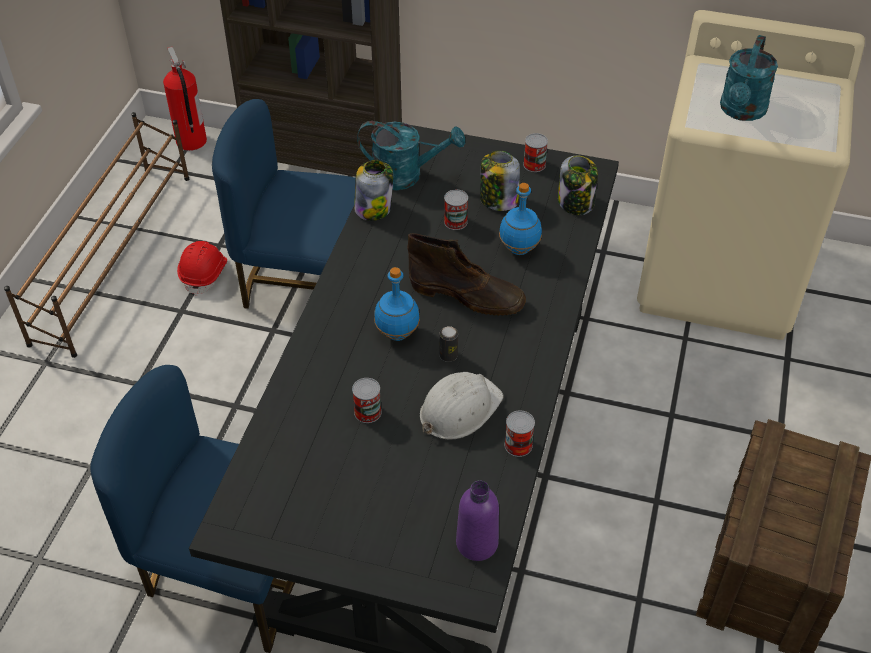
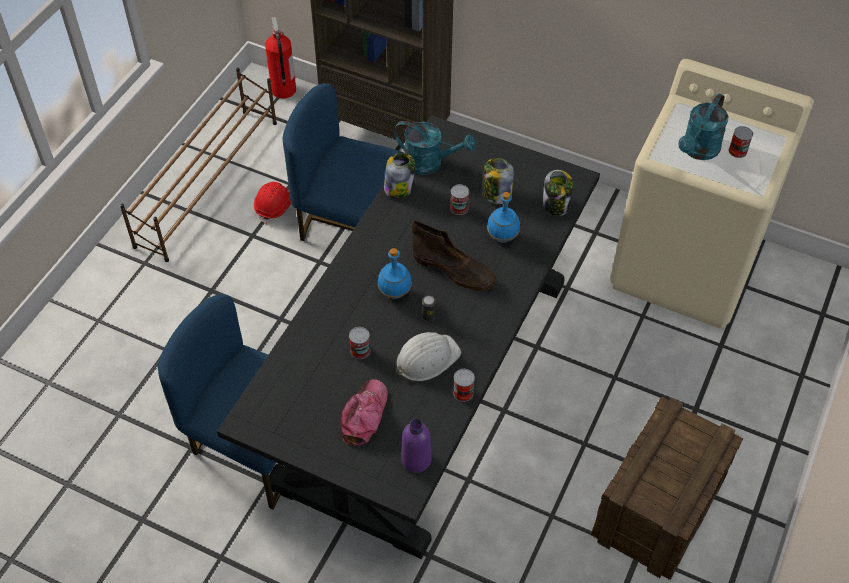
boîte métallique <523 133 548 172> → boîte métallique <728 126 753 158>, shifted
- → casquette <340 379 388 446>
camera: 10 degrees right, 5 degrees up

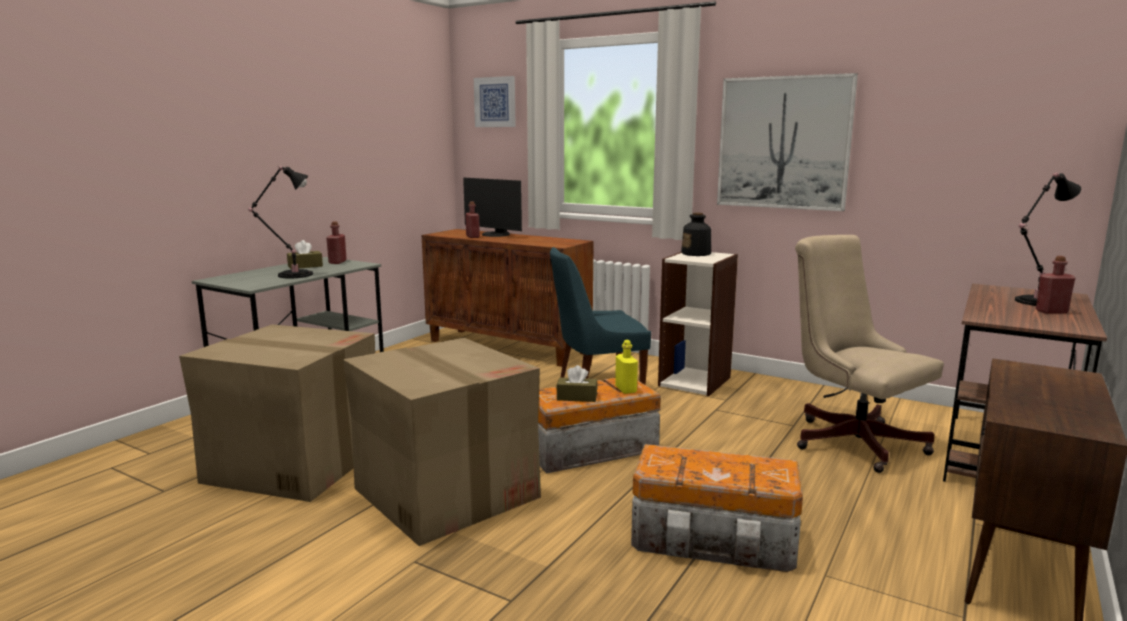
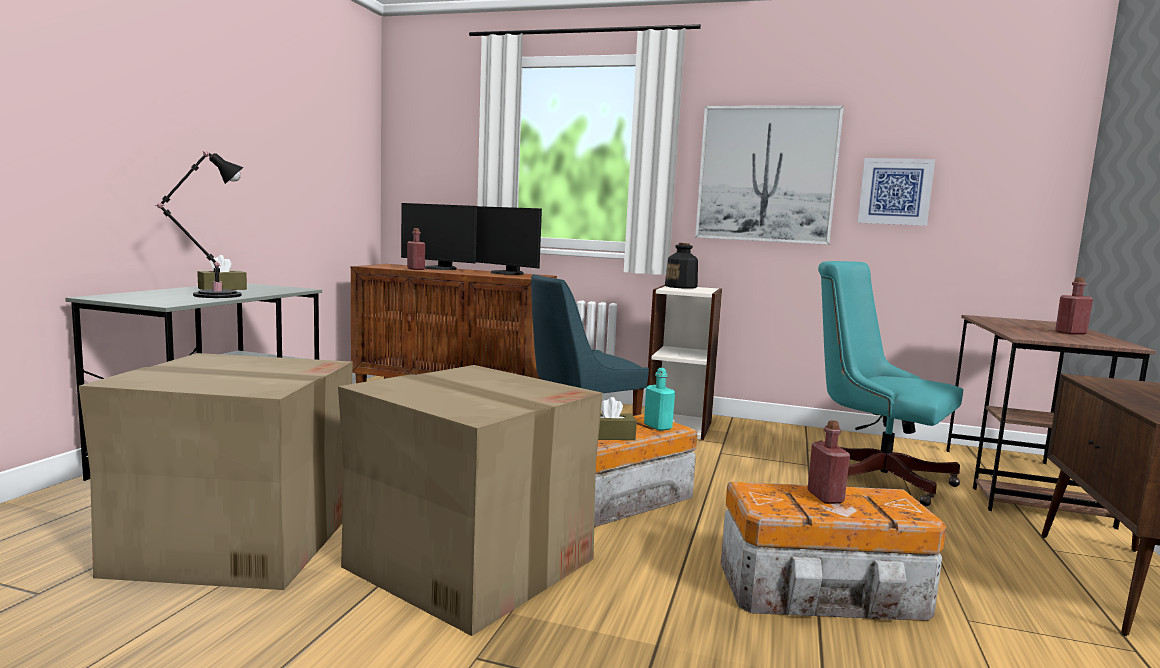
tableau <474 76 516 127> → tableau <857 158 935 226>, shifted
lampe de table/noir <1015 172 1081 306> → -
bouteille/rouge <326 221 347 264> → bouteille/rouge <808 420 850 504>, shifted
chaise de bureau/beige <795 235 944 473> → chaise de bureau/turquoise <818 261 963 506>
bouteille/jaune <615 340 638 394> → bouteille/turquoise <644 368 675 431>
- → écran d'ordinateur <476 206 542 275>
camera: 15 degrees left, 5 degrees down

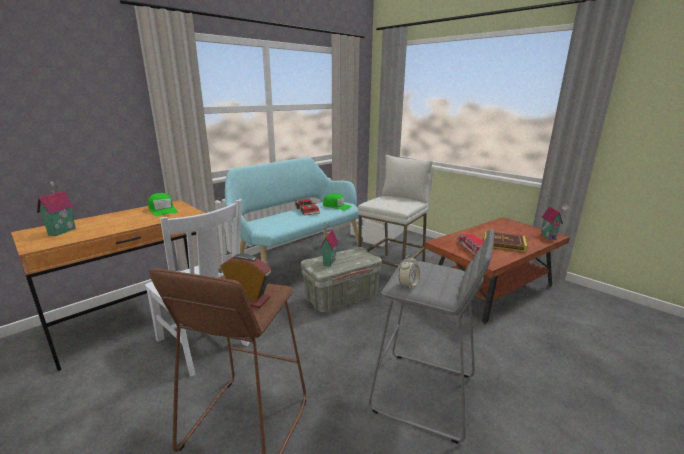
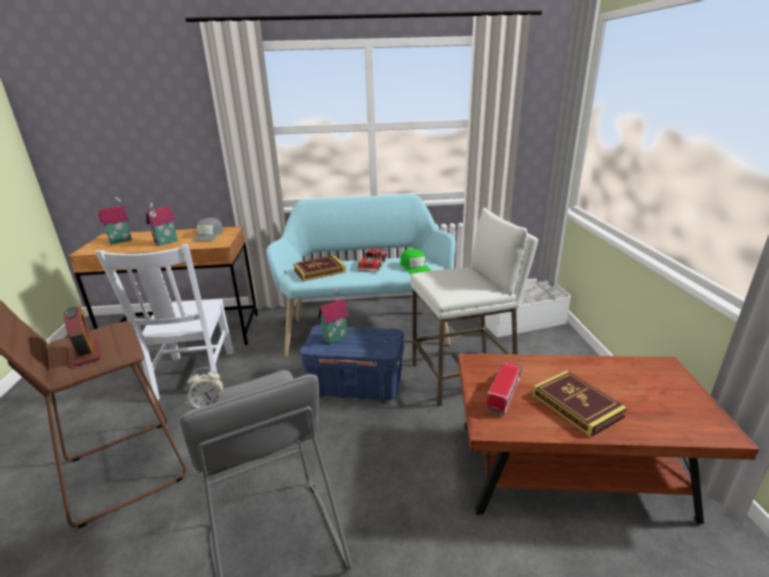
casquette/vert <148 193 178 216> → casquette/gris <192 218 224 242>
maison miniature <541 204 569 240> → maison miniature <146 202 178 246>, shifted
boîte de rangement/gris <301 247 382 313> → boîte de rangement/bleu <300 325 404 402>
- → livre <293 255 346 281>
camera: 40 degrees right, 5 degrees up

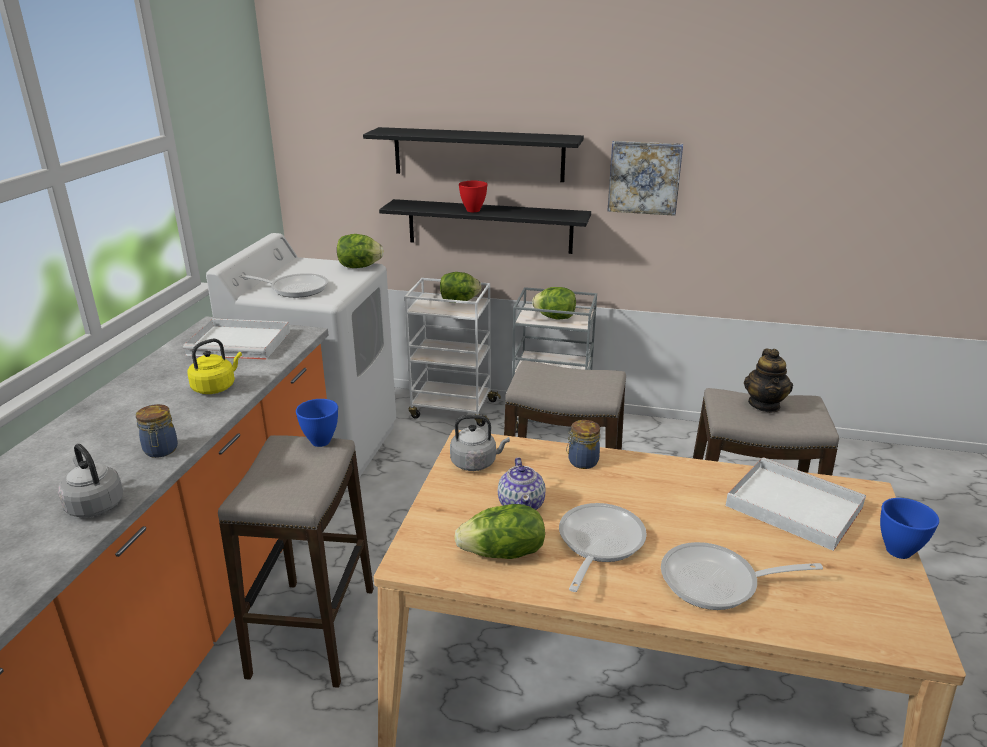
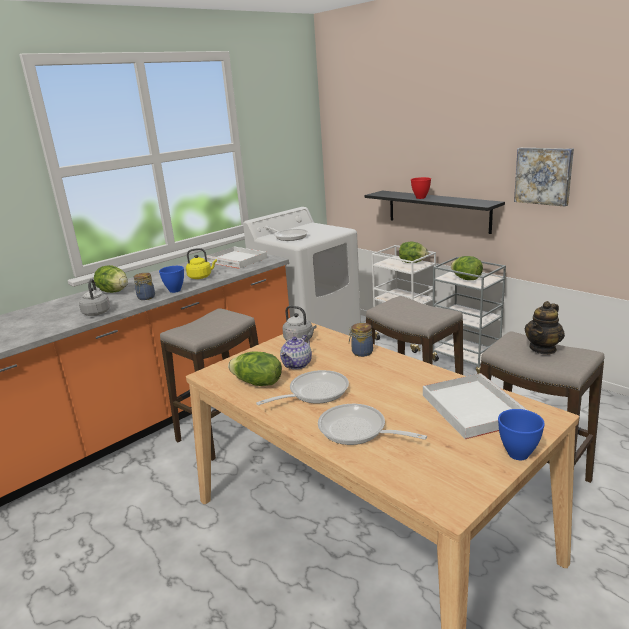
étagère/noir <363 127 584 182> → -
laitue <337 234 384 268> → laitue <94 265 128 293>, shifted
bol/bleu <296 399 338 447> → bol/bleu <159 266 184 293>, shifted
camera: 35 degrees right, 5 degrees down

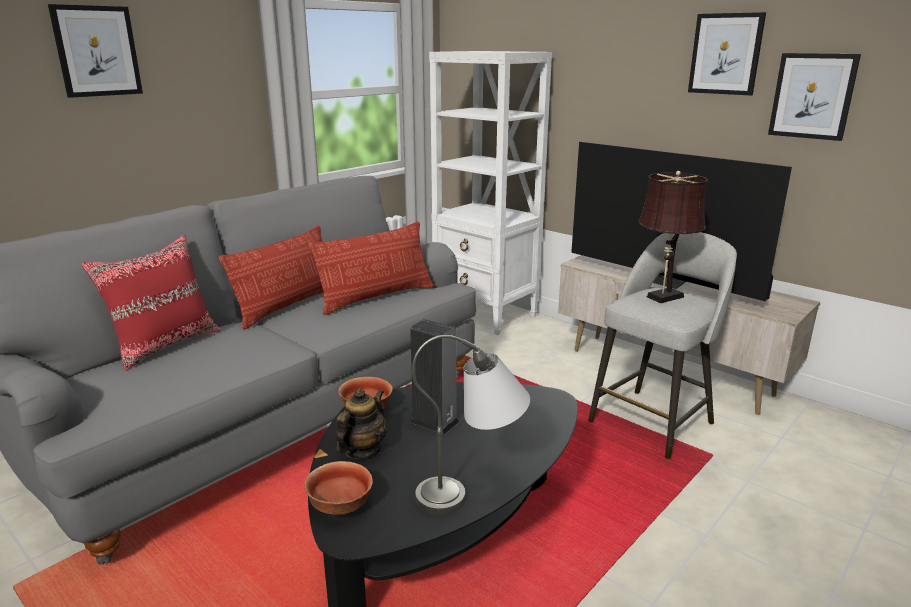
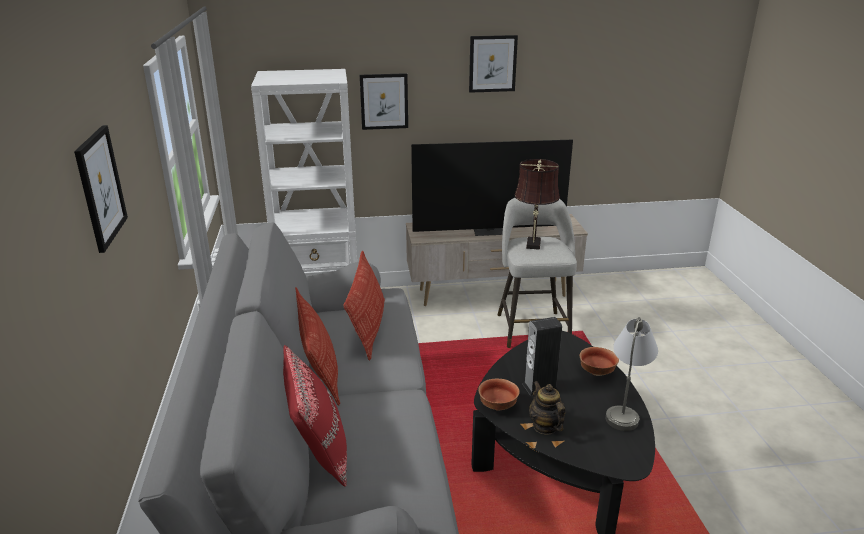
tableau <768 53 861 141> → tableau <360 73 408 130>, shifted
bol <304 461 373 515> → bol <580 347 619 376>, shifted
camera: 50 degrees left, 5 degrees up

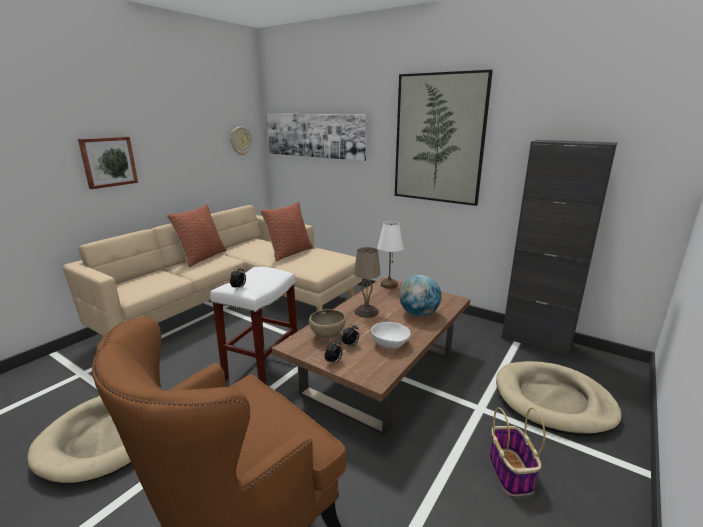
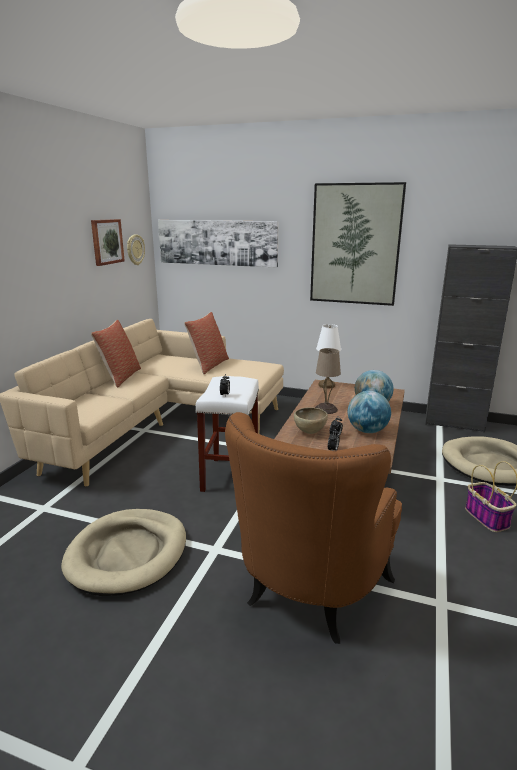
tableau <78 137 138 189> → tableau <91 219 125 266>, shifted
bol/blanc <371 322 410 348> → globe <348 391 391 433>
camera: 15 degrees left, 0 degrees up

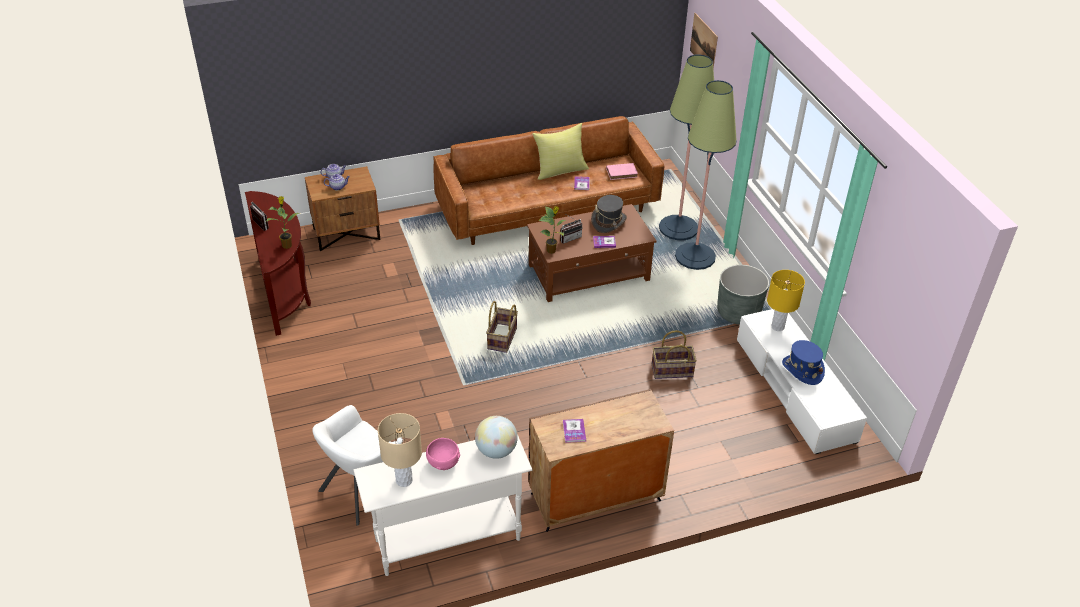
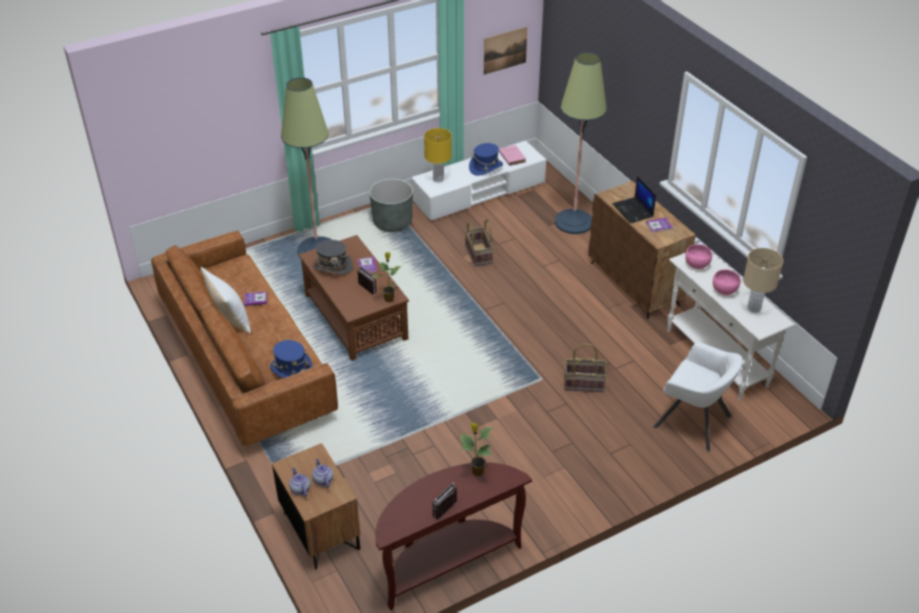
tableau <690 13 718 69> → tableau <484 27 527 75>, shifted
lampadaire <659 54 714 240> → lampadaire <555 52 607 234>, shifted
coussin/jaune <532 123 589 180> → coussin/blanc <201 267 251 334>
livre/rose <606 163 638 180> → livre/rose <499 145 526 166>, shifted
panier <486 301 518 353> → panier <564 344 607 392>, shifted
globe <475 416 518 459> → bol/rose <685 244 712 269>
- → ordinateur portable <612 176 656 223>
- → chapeau/bleu <270 340 312 378>
camera: 100 degrees left, 0 degrees up

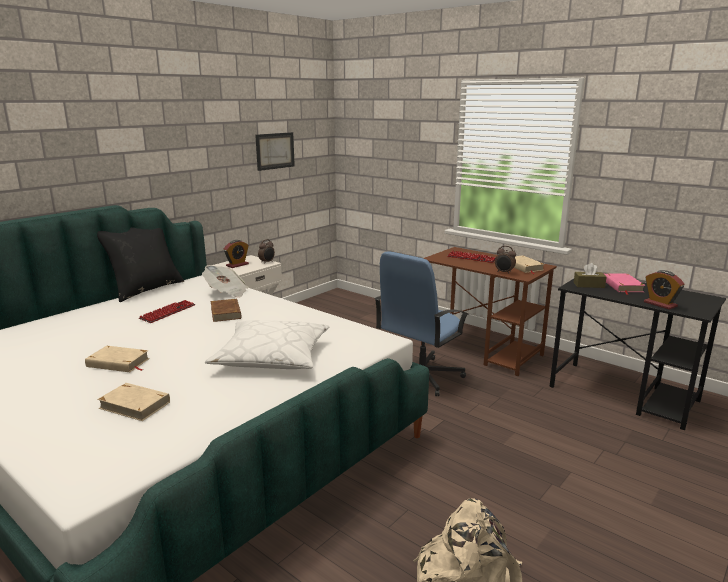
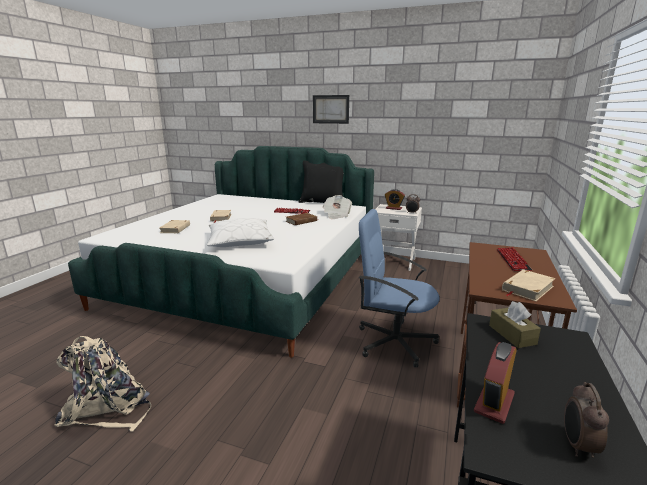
tableau <255 132 295 171> → tableau <313 95 349 124>, shifted
réveil <495 246 516 274> → réveil <564 382 609 458>, shifted
livre/rose <604 274 646 295> → -
camera: 70 degrees right, 0 degrees up

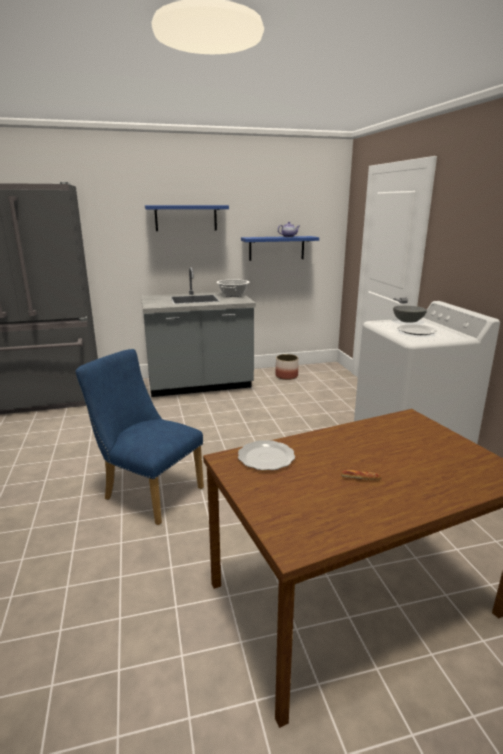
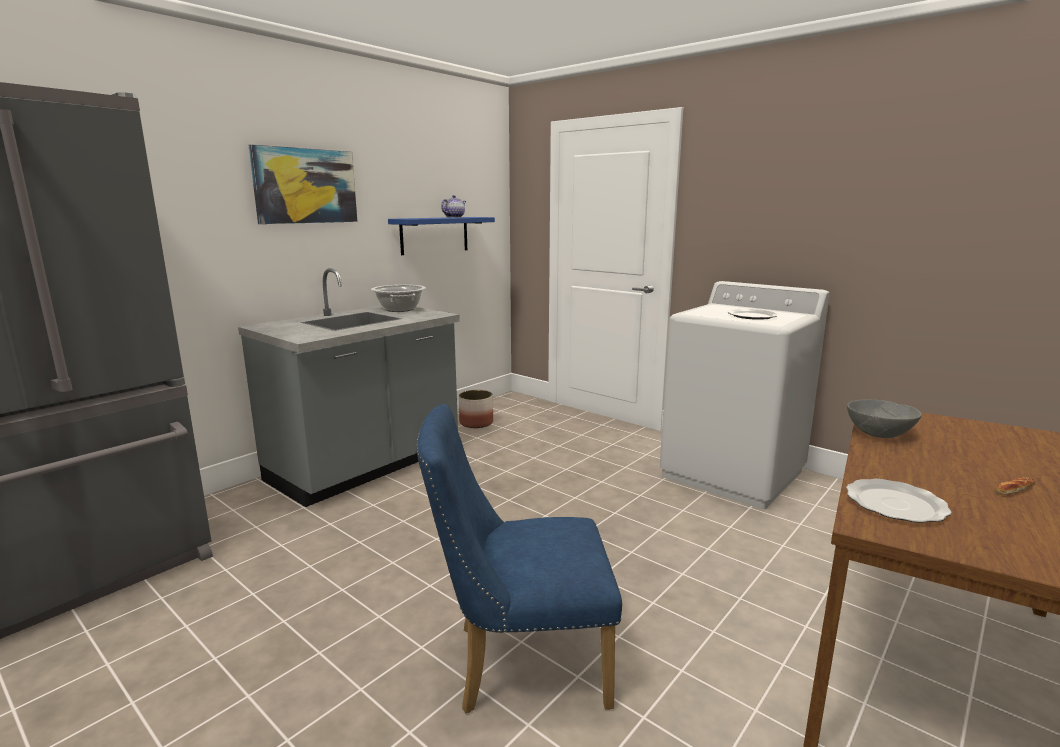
étagère/bleu <145 205 229 231> → tableau <248 145 357 224>
bol/gris <393 305 427 323> → bol/gris <847 399 922 438>, shifted
camera: 35 degrees left, 5 degrees down

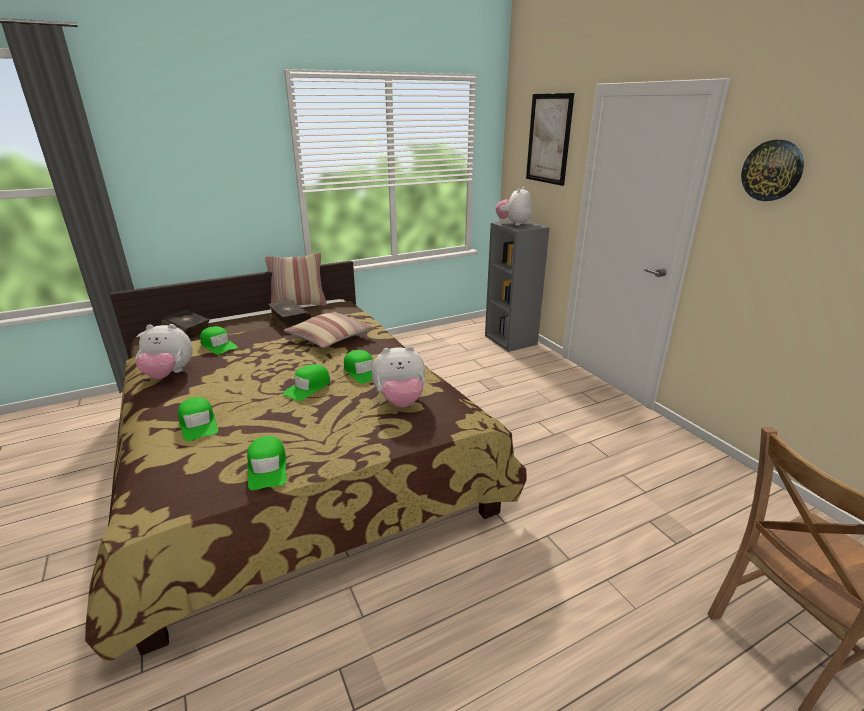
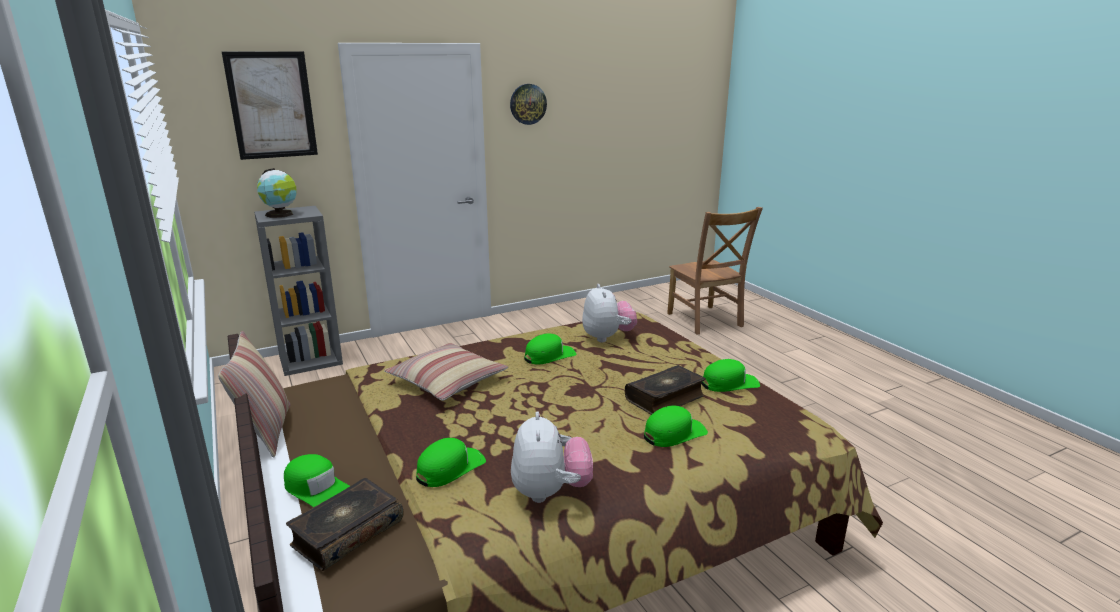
peluche <496 187 532 226> → globe <257 168 297 218>
livre <268 300 311 329> → livre <625 365 706 415>, shifted
casquette/vert <283 364 330 401> → casquette/vert <284 454 350 507>, shifted
camera: 90 degrees left, 5 degrees down

